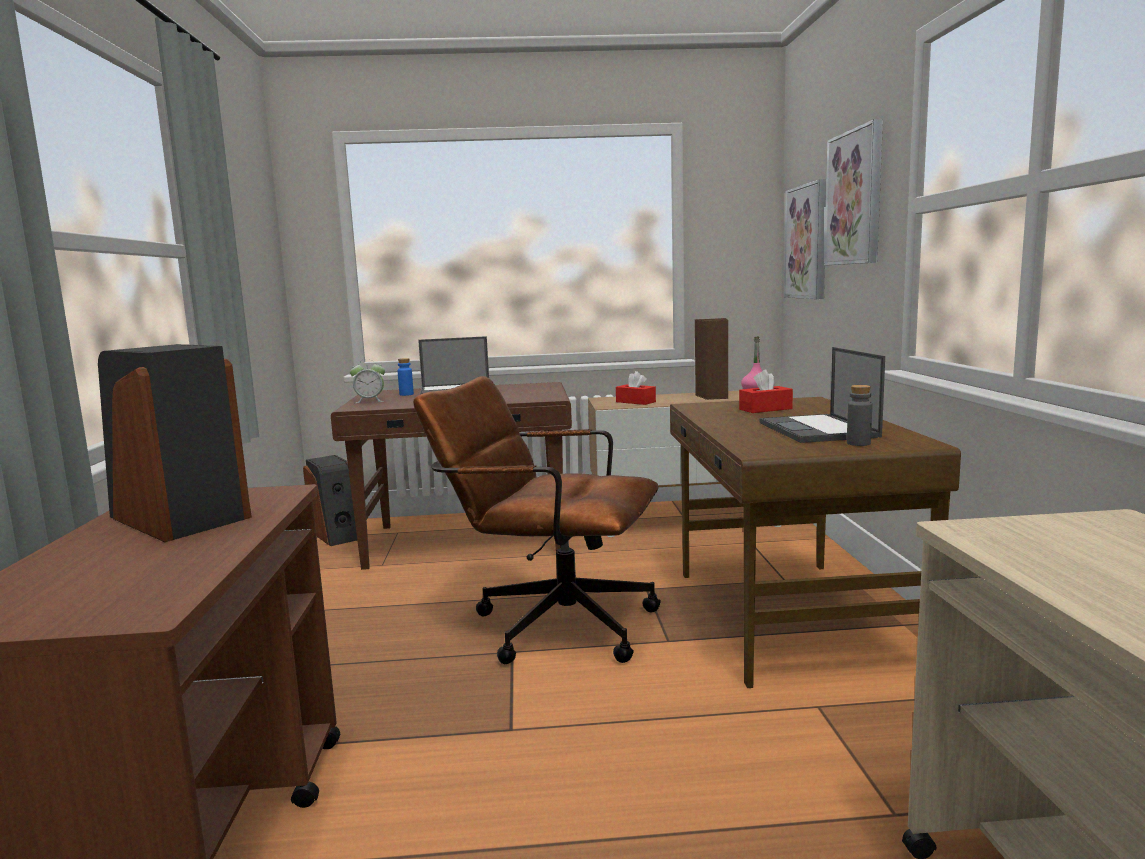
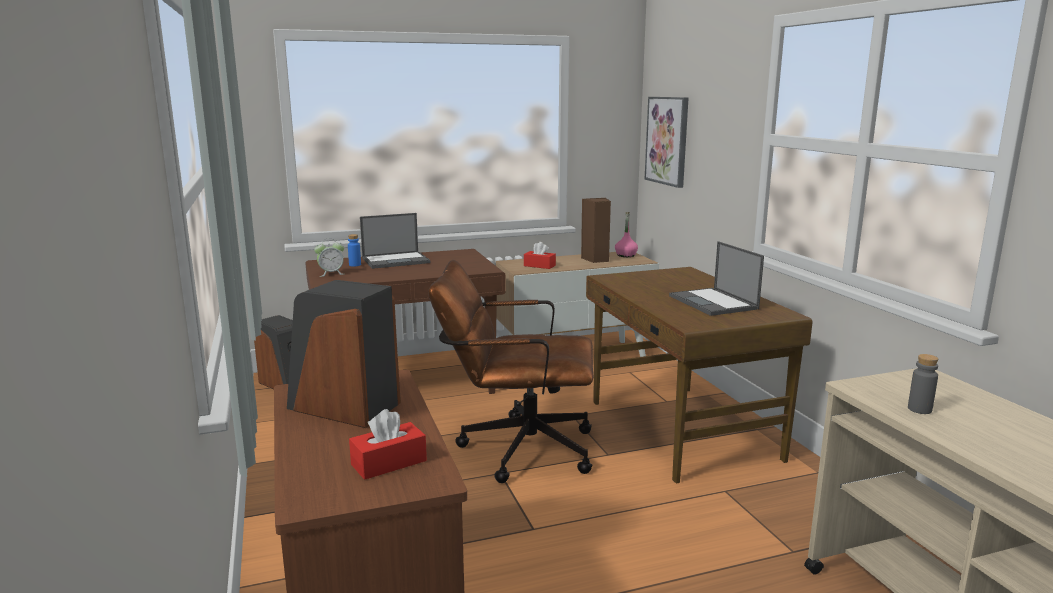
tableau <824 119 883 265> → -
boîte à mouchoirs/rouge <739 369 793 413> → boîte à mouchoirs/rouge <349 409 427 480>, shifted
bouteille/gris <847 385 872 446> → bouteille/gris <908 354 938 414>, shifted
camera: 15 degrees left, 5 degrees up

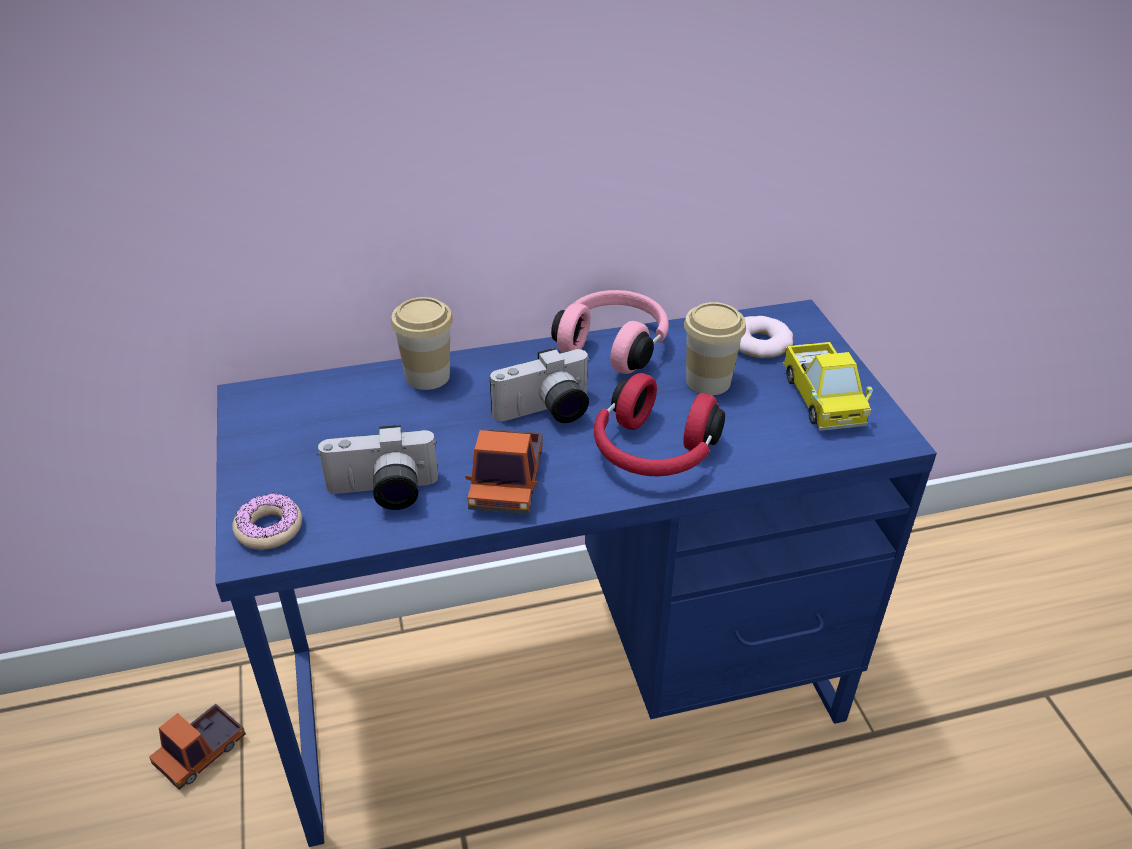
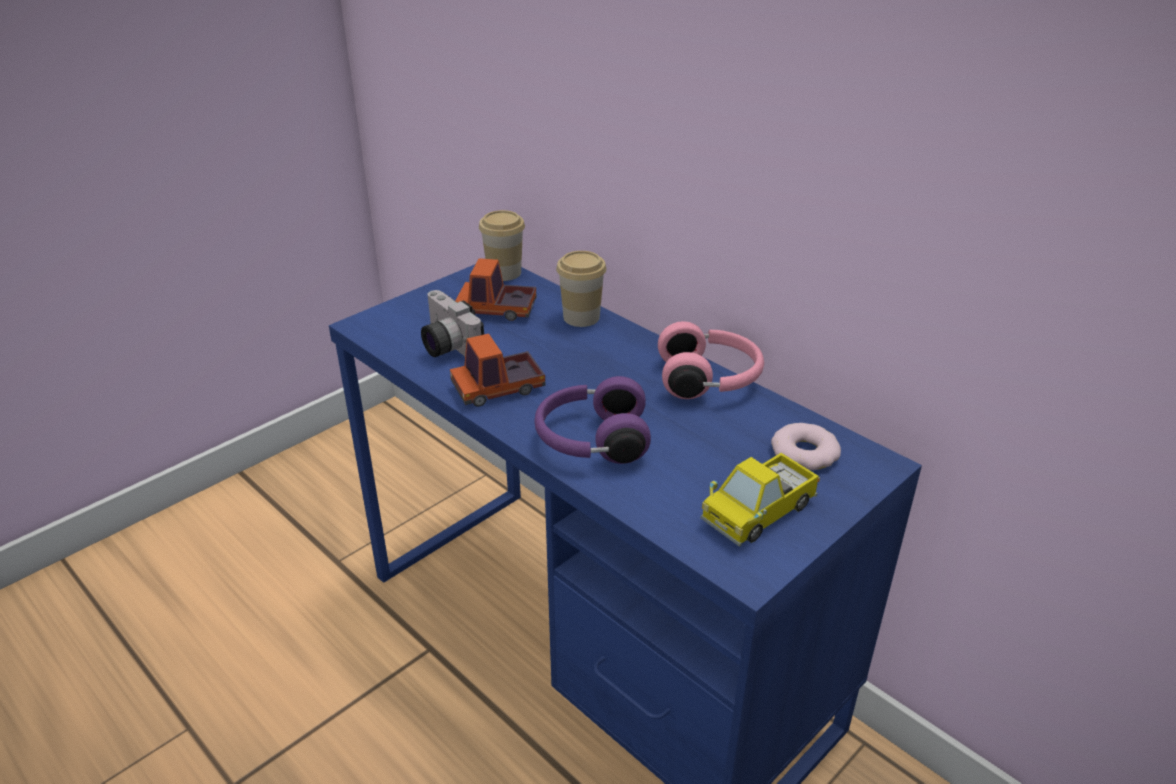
tasse <684 302 746 395> → tasse <479 210 525 281>, shifted
appareil photo <490 348 590 423> → -
casque audio/rouge <594 373 725 476> → casque audio/violet <534 376 651 464>
beignet <232 493 302 550> → -
camion jouet <149 704 246 790> → camion jouet <455 258 536 321>, shifted
camera: 60 degrees right, 5 degrees down

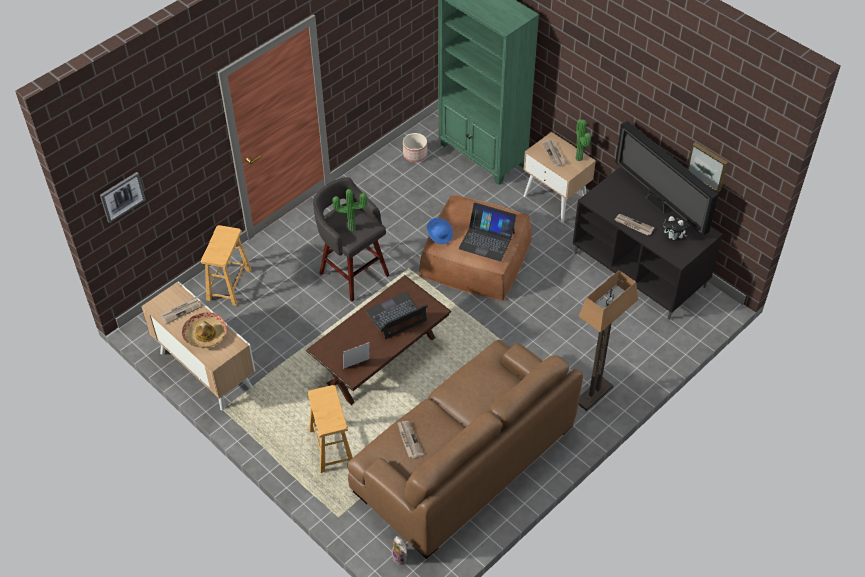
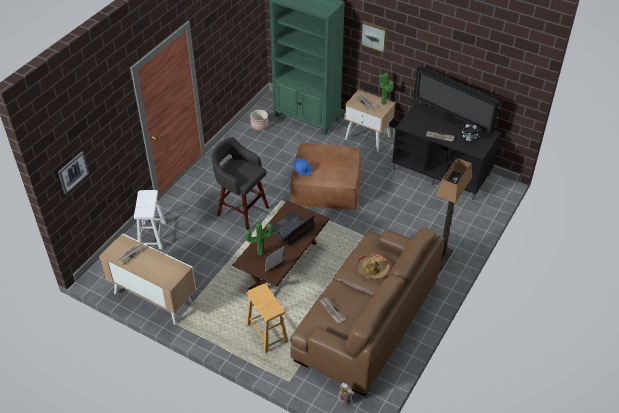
tableau <687 142 728 193> → tableau <360 21 388 53>, shifted
plante en pot <333 189 367 231> → plante en pot <246 223 273 256>, shifted
ordinateur portable <459 203 516 261> → -
tabouret/marron <201 225 252 306> → tabouret/blanc <134 190 166 249>
chapeau <182 312 226 348> → chapeau <356 253 389 279>, shifted
camera: 15 degrees left, 5 degrees down

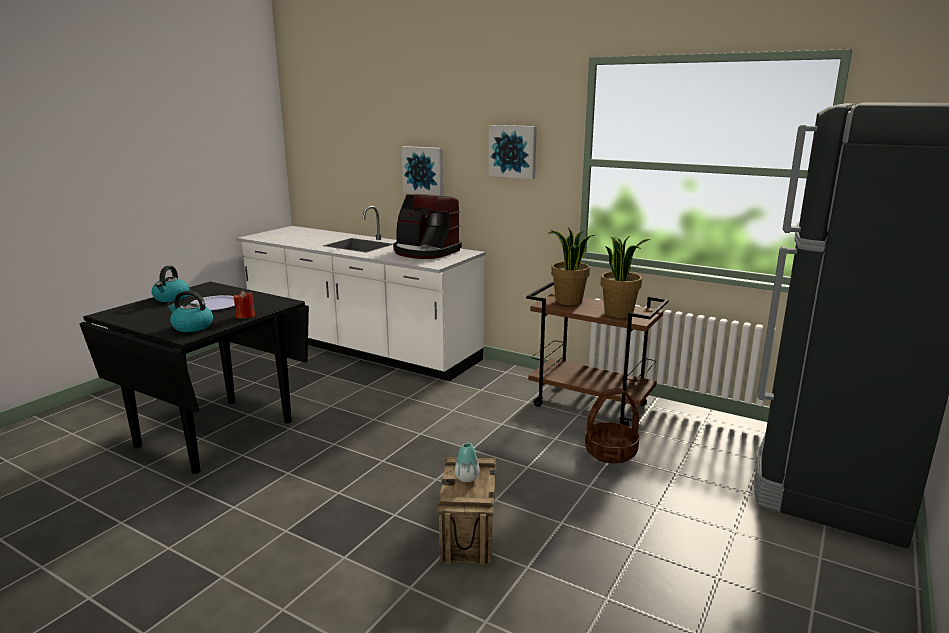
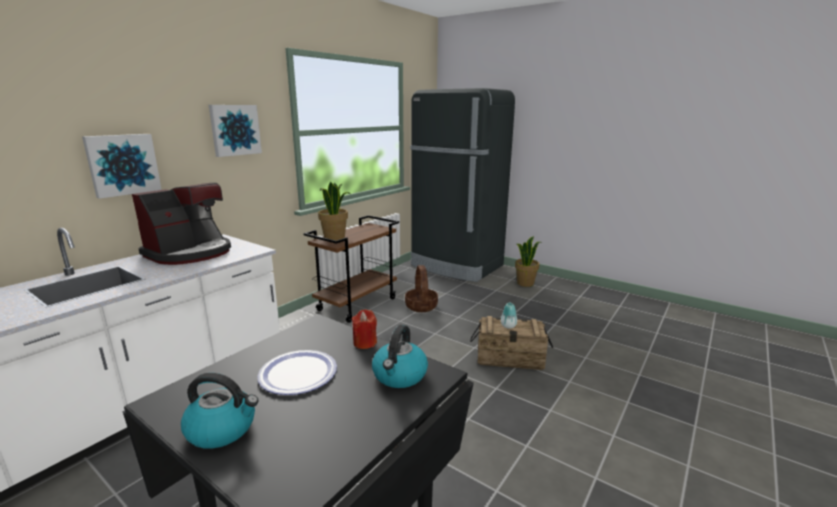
plante en pot <600 235 650 318> → plante en pot <515 236 541 287>, shifted
camera: 85 degrees left, 0 degrees up

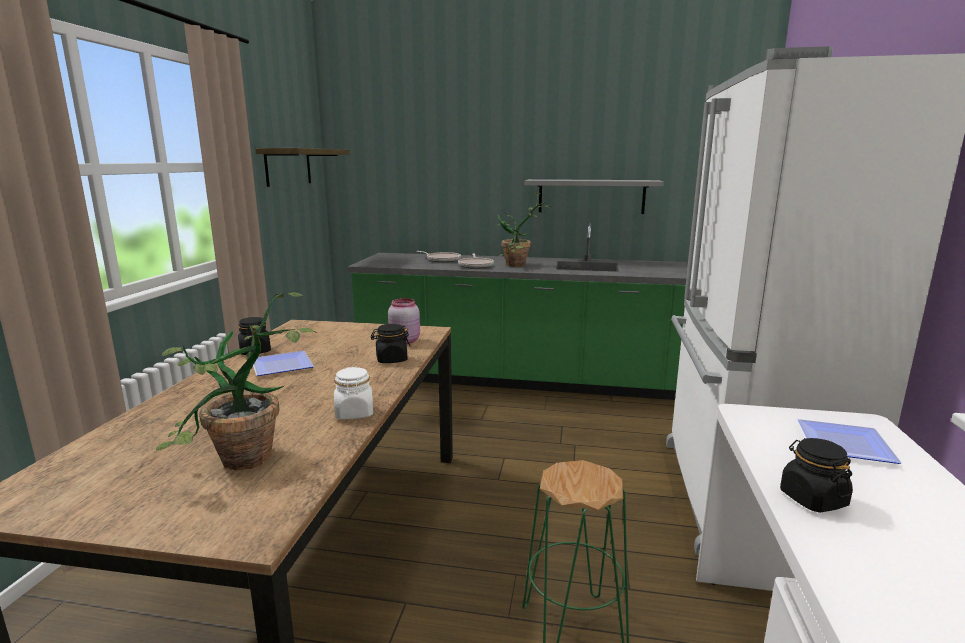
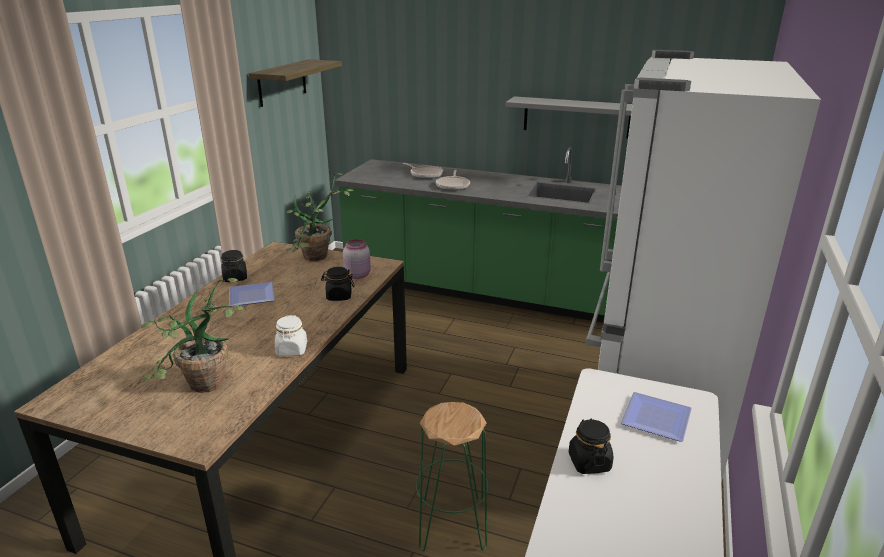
plante en pot <497 193 551 267> → plante en pot <286 173 354 261>, shifted
camera: 10 degrees right, 10 degrees up

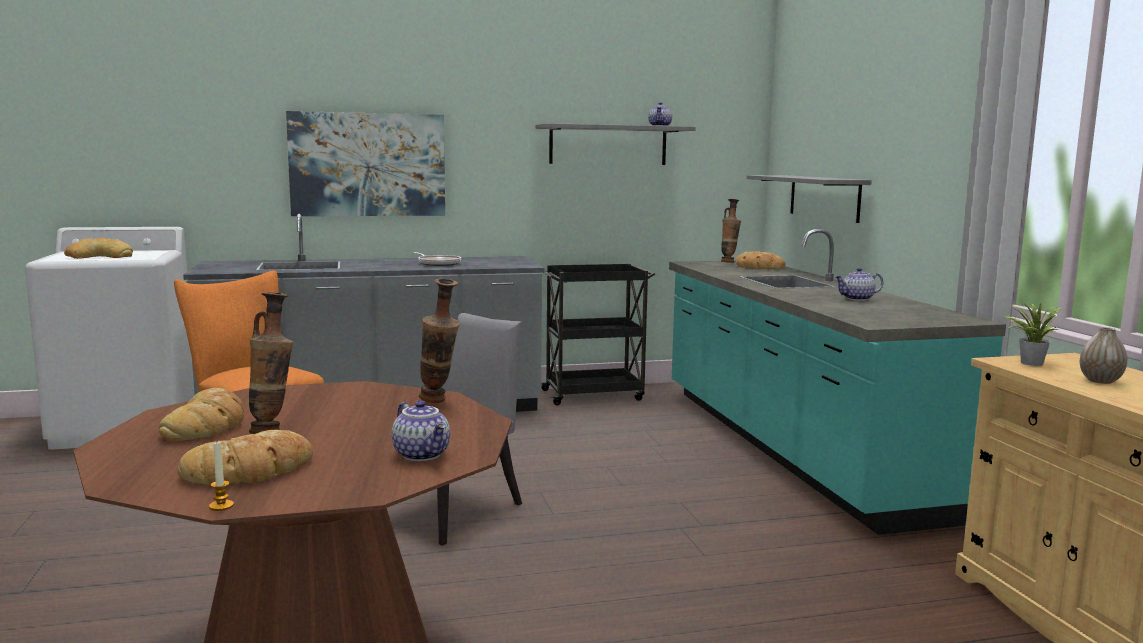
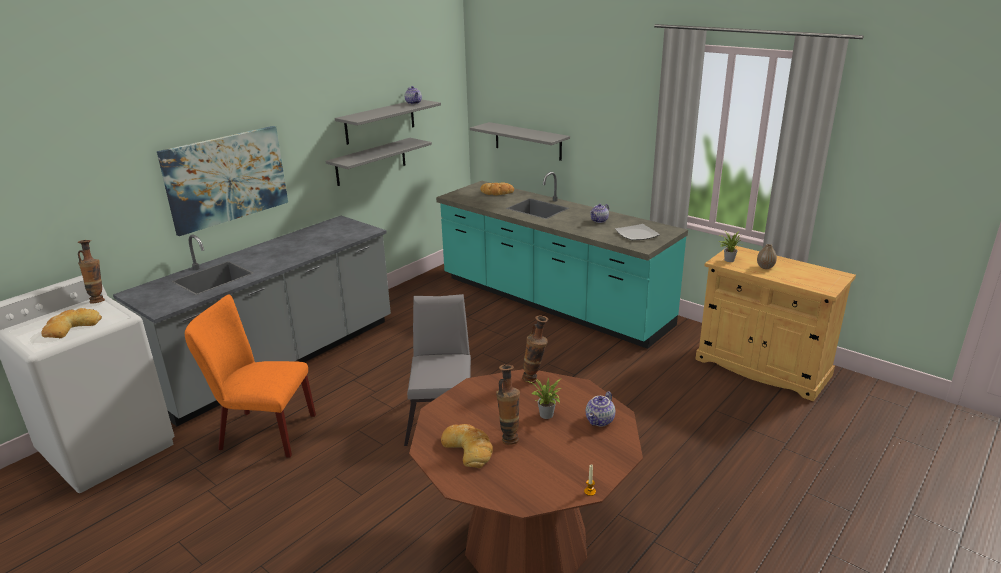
vase <721 199 741 263> → vase <78 240 105 303>, shifted
poêle <413 252 461 266> → -
chariot/noir <541 264 655 405> → -
théière <392 400 450 461> → théière <586 391 615 427>, 105 degrees clockwise
pain <178 430 313 486> → -
- → étagère/gris <326 138 432 186>
- → assiette <615 224 660 240>
- → plante en pot <527 378 562 419>
camera: 35 degrees left, 15 degrees up

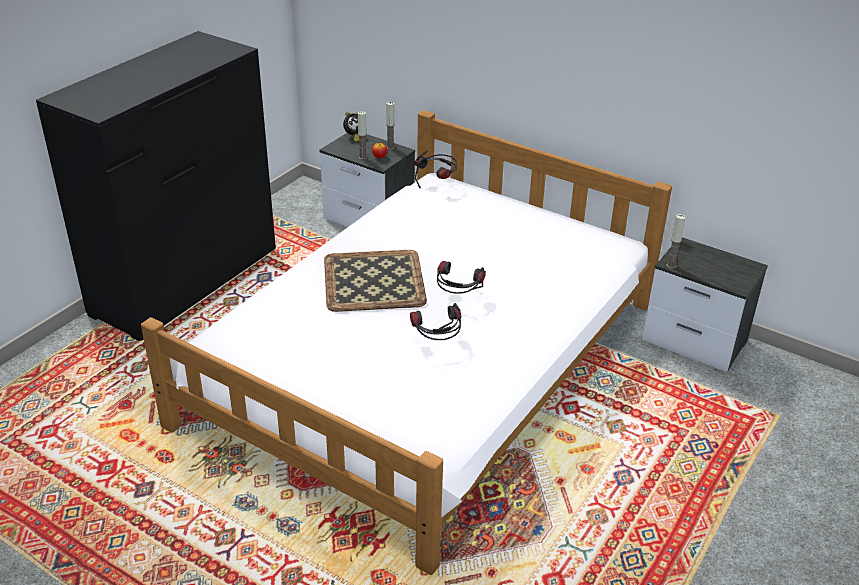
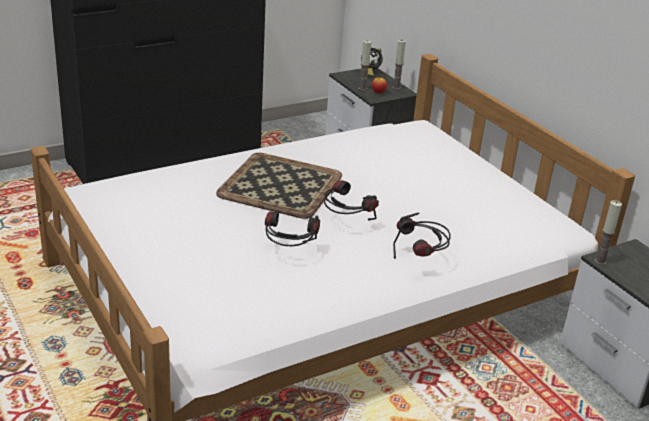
casque audio <415 150 457 188> → casque audio <393 213 451 259>, shifted
camera: 25 degrees right, 5 degrees down

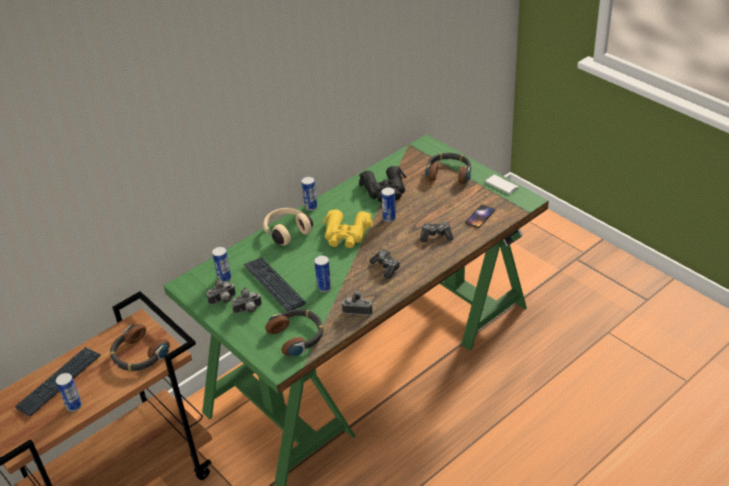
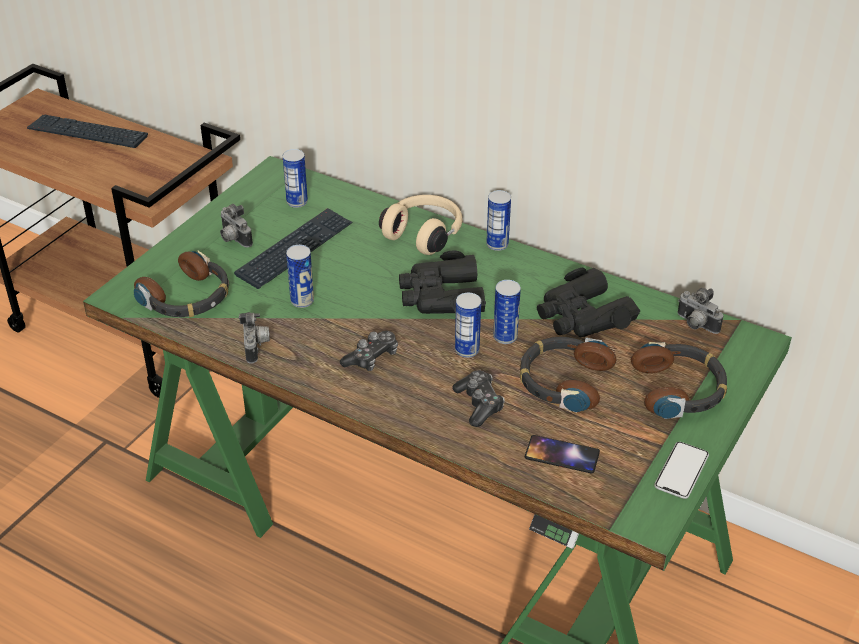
jumelles/jaune <322 210 373 248> → jumelles/noir <399 251 486 314>
appareil photo <207 278 236 305> → appareil photo <677 288 723 334>, shifted
casque audio <110 324 170 372> → casque audio <520 337 616 413>, shifted
boîte métallique <56 373 82 412> → boîte métallique <455 293 481 358>, shifted
camera: 70 degrees right, 0 degrees up

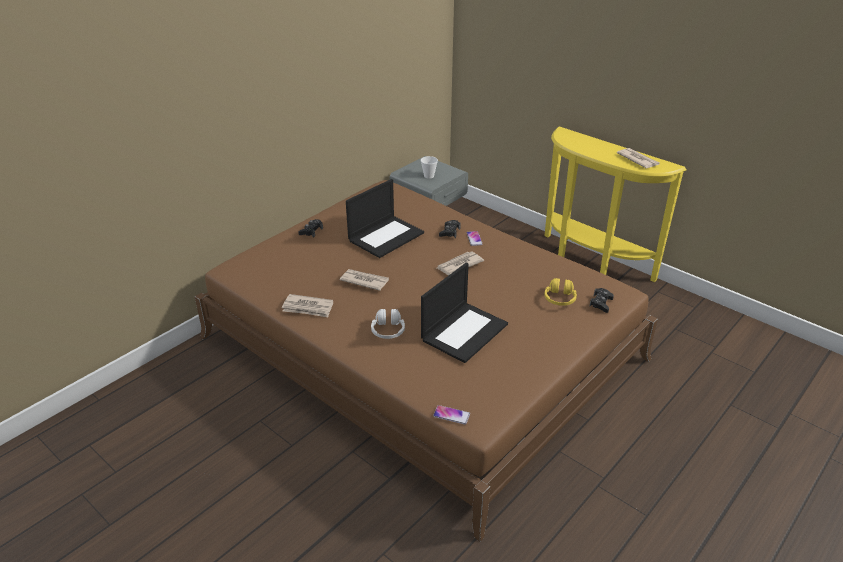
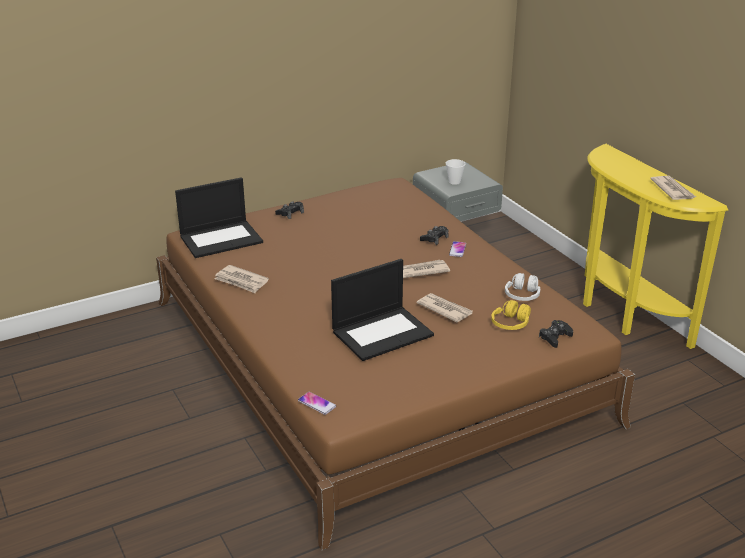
ordinateur portable <346 179 424 258> → ordinateur portable <175 177 263 258>, shifted
journal <340 269 389 291> → journal <416 293 473 323>, shifted
casque audio/blanc <371 309 405 339> → casque audio/blanc <505 273 540 301>, shifted
camera: 20 degrees right, 5 degrees down

